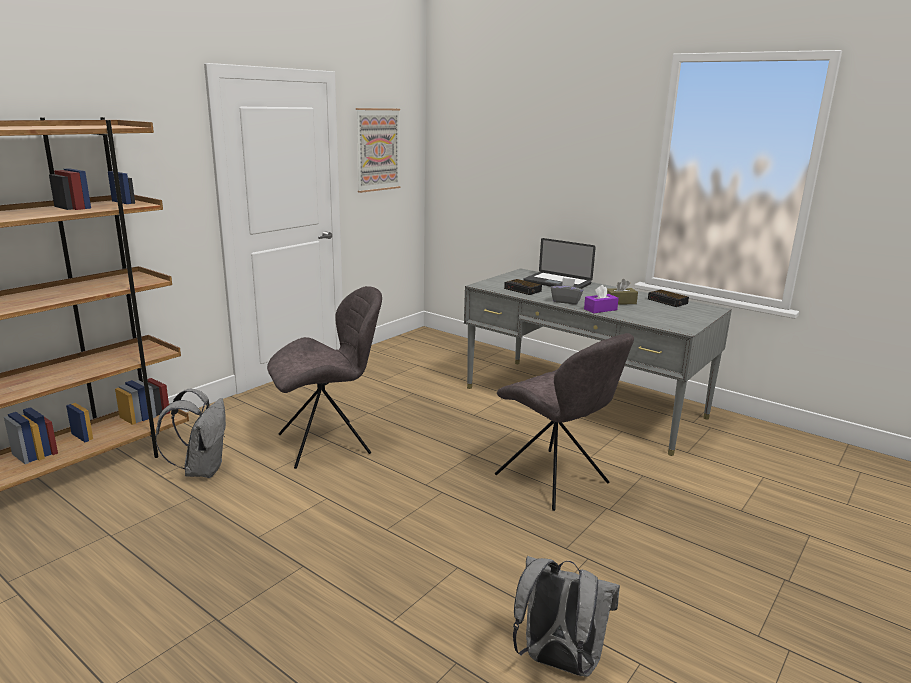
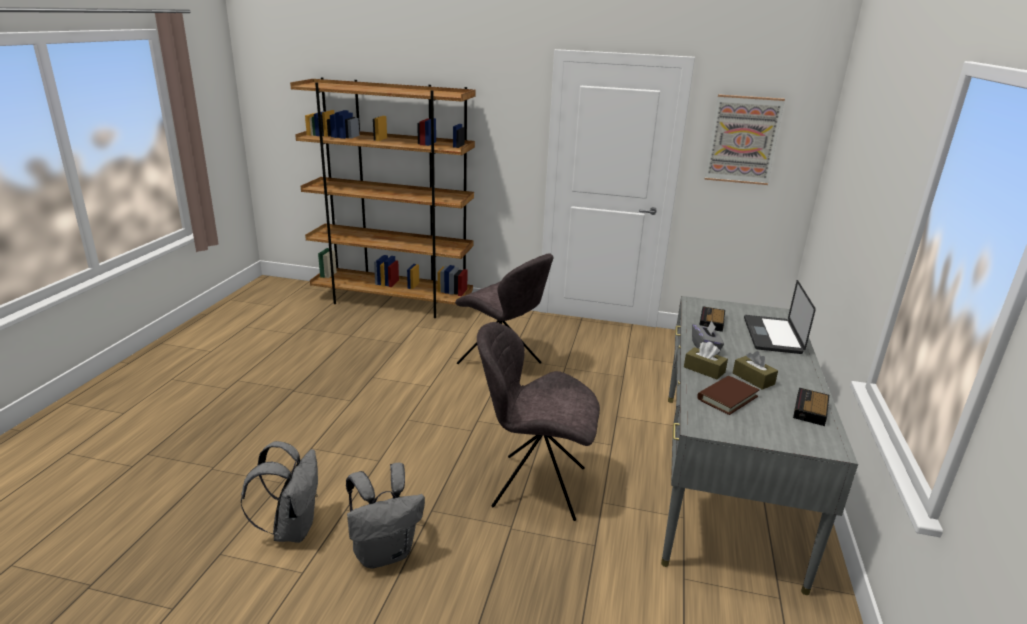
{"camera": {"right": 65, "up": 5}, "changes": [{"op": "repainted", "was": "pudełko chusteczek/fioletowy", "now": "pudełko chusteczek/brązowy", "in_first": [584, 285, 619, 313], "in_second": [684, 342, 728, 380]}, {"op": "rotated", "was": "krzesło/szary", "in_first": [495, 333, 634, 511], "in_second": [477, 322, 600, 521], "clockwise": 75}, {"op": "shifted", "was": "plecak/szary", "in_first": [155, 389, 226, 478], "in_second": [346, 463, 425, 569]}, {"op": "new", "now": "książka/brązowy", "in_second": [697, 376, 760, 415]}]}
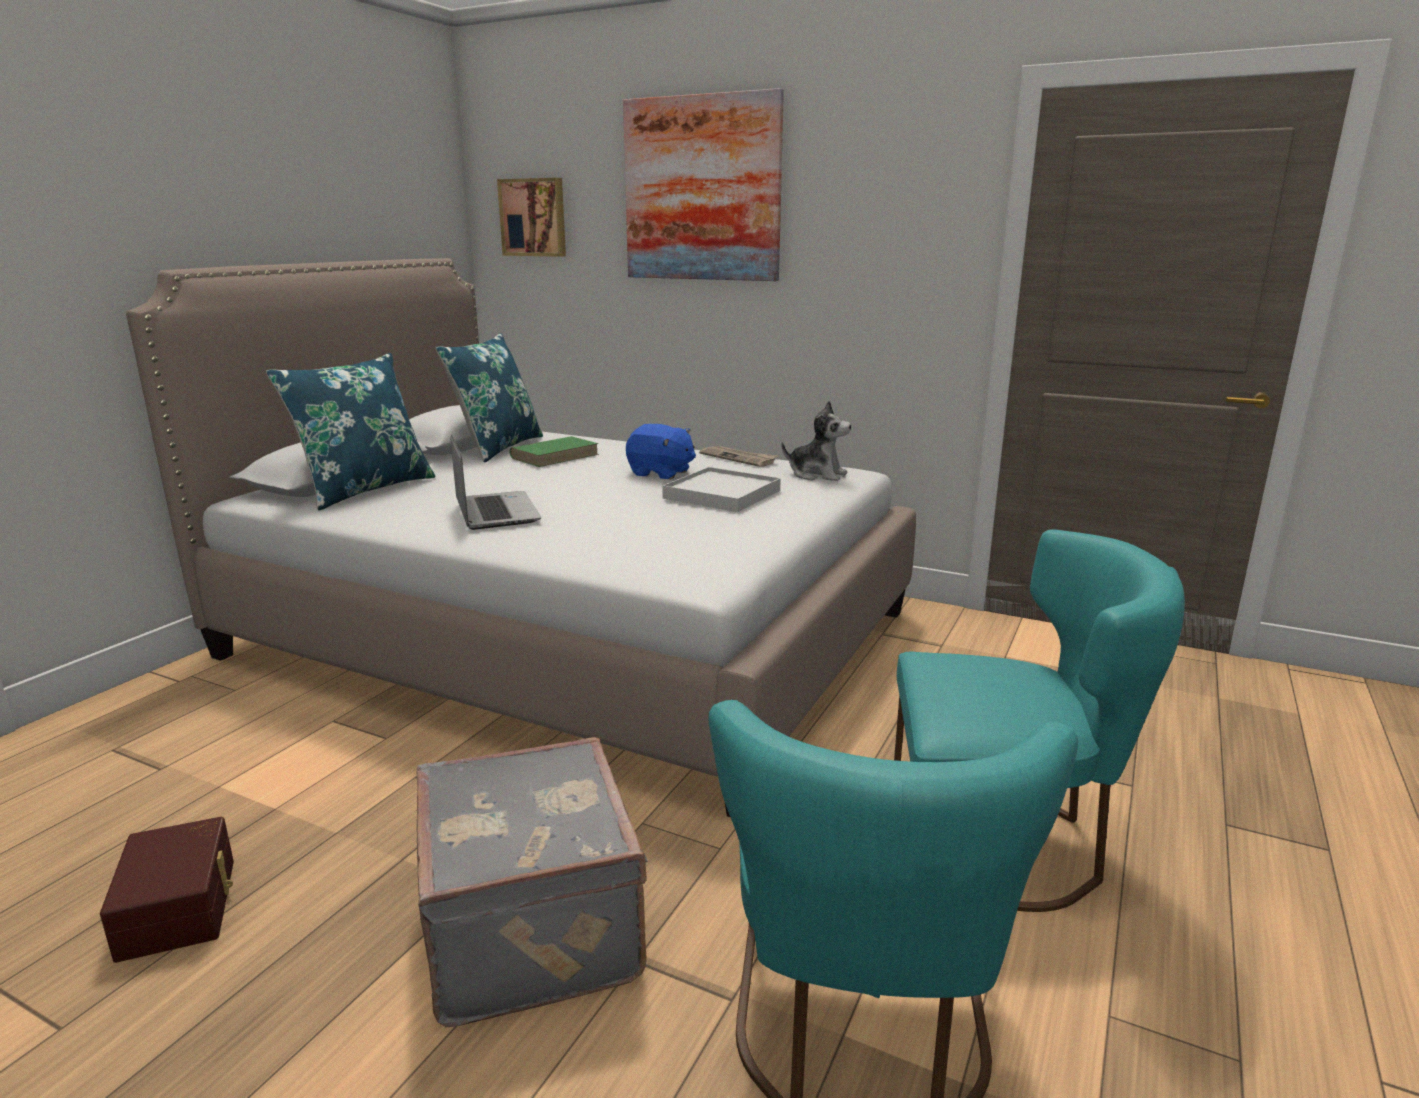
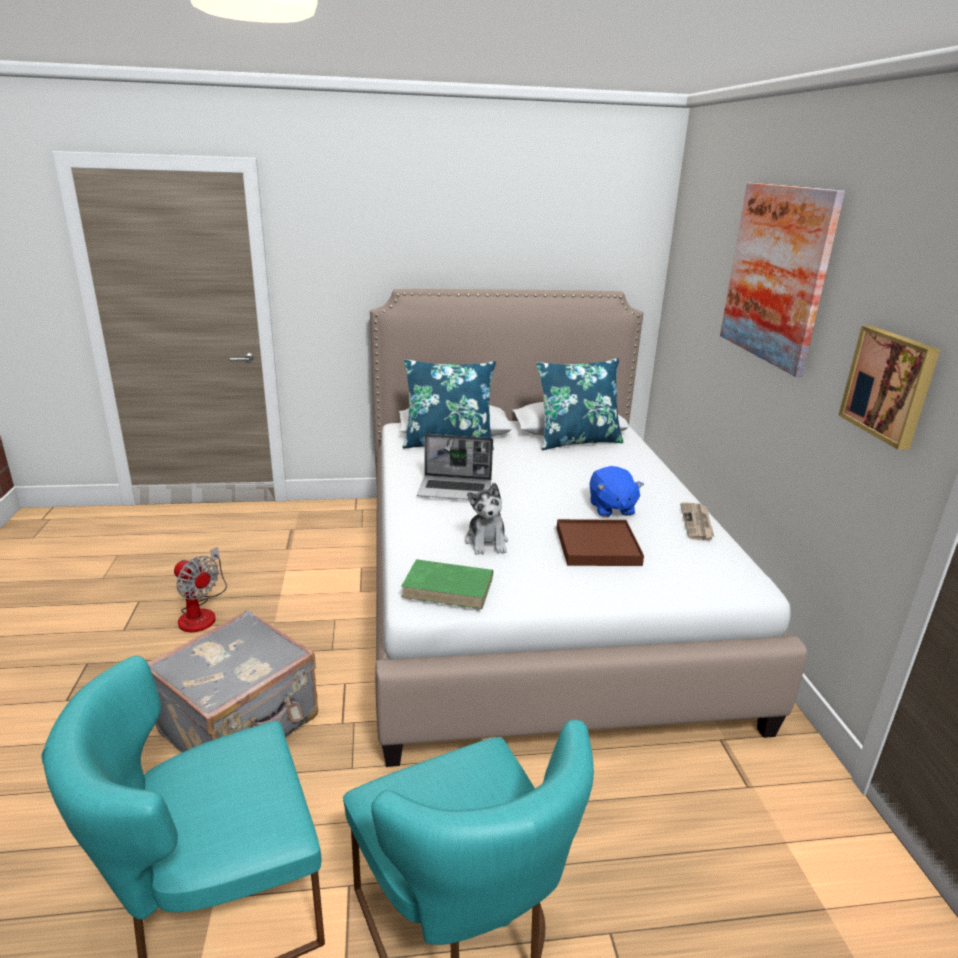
{"camera": {"right": 55, "up": 5}, "changes": [{"op": "shifted", "was": "obraz", "in_first": [497, 178, 566, 257], "in_second": [838, 326, 940, 450]}, {"op": "shifted", "was": "pluszak", "in_first": [782, 401, 851, 481], "in_second": [465, 483, 508, 555]}, {"op": "rotated", "was": "laptop", "in_first": [451, 435, 541, 530], "in_second": [417, 434, 493, 500], "clockwise": 60}, {"op": "shifted", "was": "książka/zielony", "in_first": [510, 436, 599, 467], "in_second": [401, 559, 493, 609]}, {"op": "repainted", "was": "taca/biały", "now": "taca/brązowy", "in_first": [662, 467, 781, 512], "in_second": [557, 519, 644, 566]}, {"op": "swapped", "was": "pojemnik do przechowywania/brązowy", "now": "wentylator", "in_first": [100, 817, 234, 963], "in_second": [174, 547, 227, 632]}]}
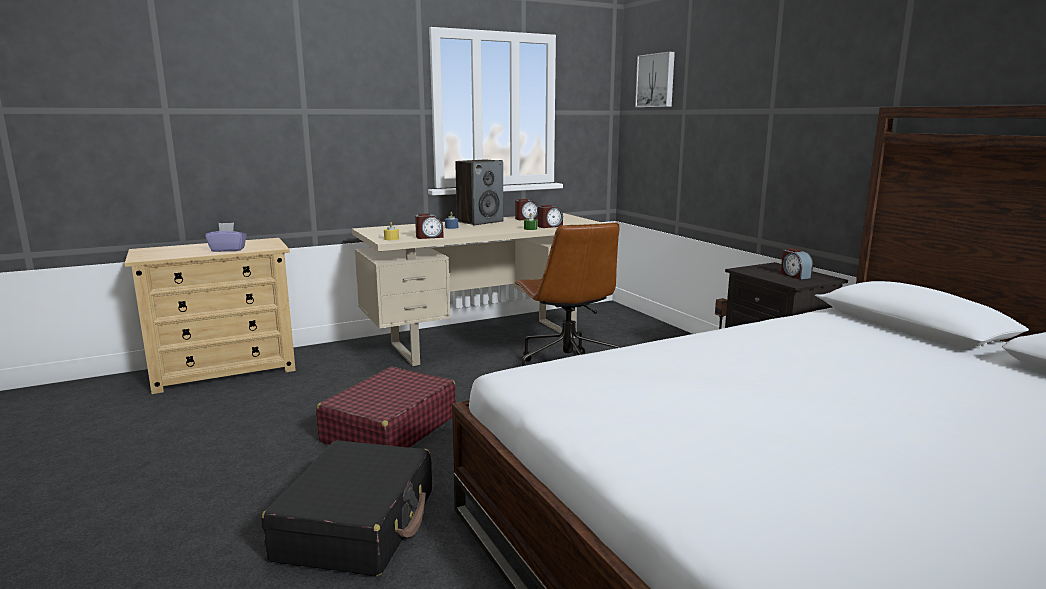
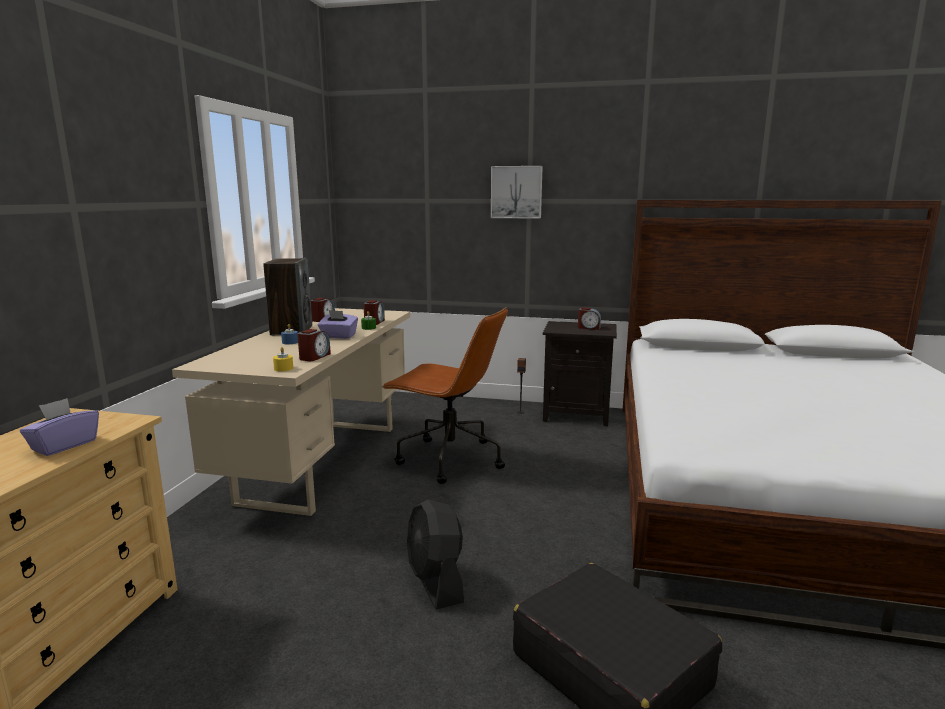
{"camera": {"right": -50, "up": 0}, "changes": [{"op": "shifted", "was": "obraz", "in_first": [635, 52, 675, 107], "in_second": [491, 166, 543, 219]}, {"op": "swapped", "was": "walizka/czerwony", "now": "wentylator/czarny", "in_first": [316, 367, 456, 448], "in_second": [407, 499, 464, 610]}, {"op": "new", "now": "pudełko chusteczek/fioletowy", "in_second": [318, 310, 358, 339]}]}
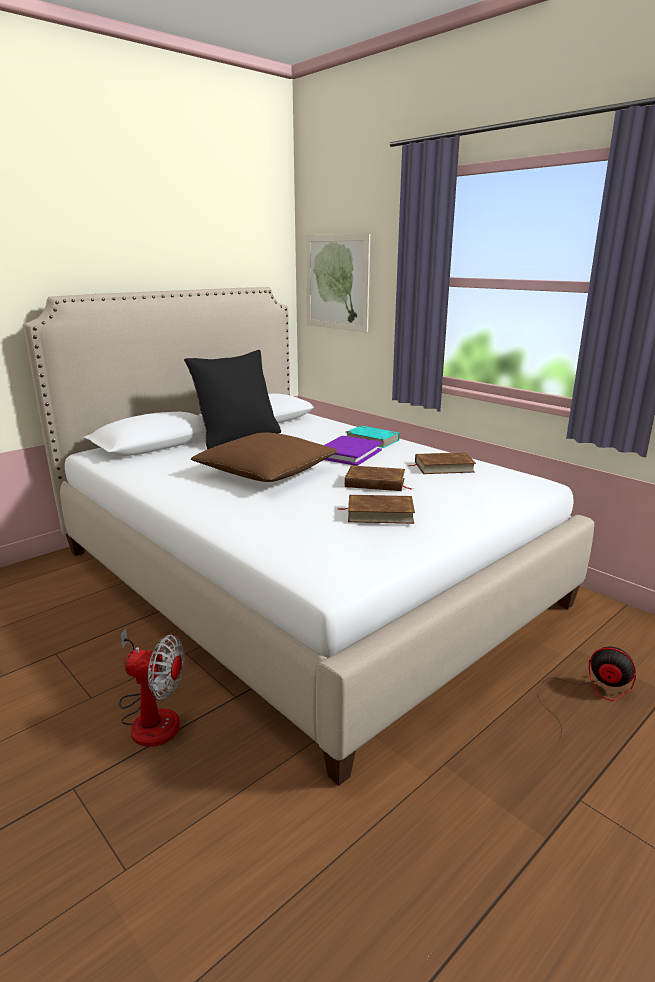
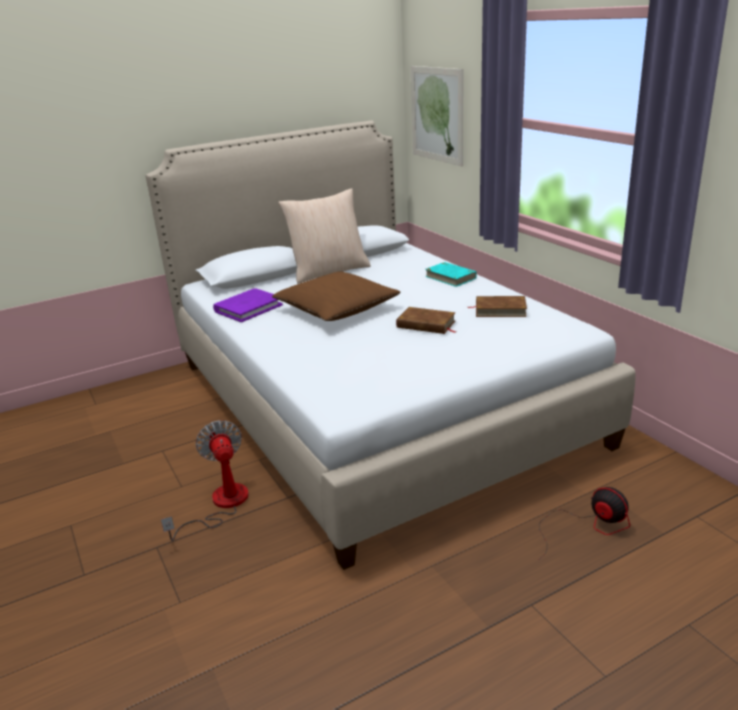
{"camera": {"right": 15, "up": 5}, "changes": [{"op": "repainted", "was": "poduszka/czarny", "now": "poduszka/beżowy", "in_first": [184, 350, 281, 449], "in_second": [278, 188, 371, 284]}, {"op": "shifted", "was": "książka/fioletowy", "in_first": [325, 436, 382, 466], "in_second": [213, 288, 283, 322]}, {"op": "gone", "was": "książka/brązowy", "in_first": [337, 495, 415, 524]}, {"op": "rotated", "was": "wentylator", "in_first": [119, 628, 184, 747], "in_second": [161, 420, 249, 541], "clockwise": -135}]}
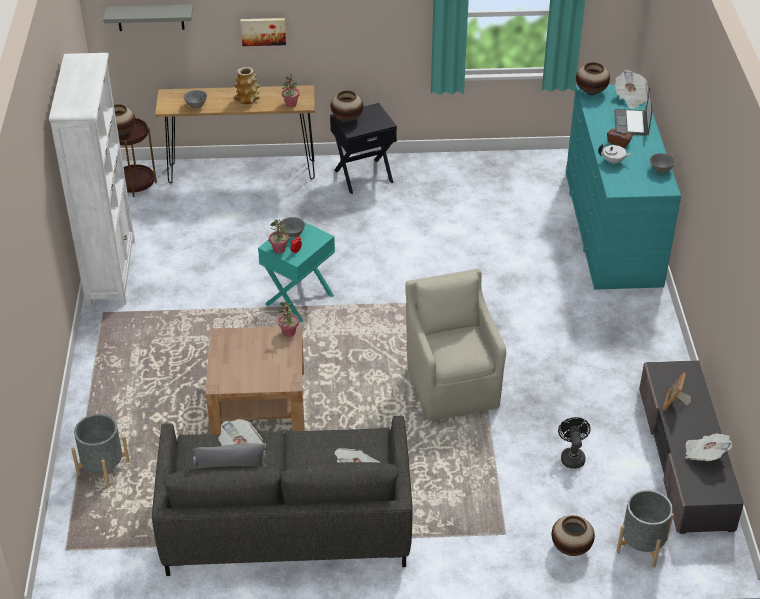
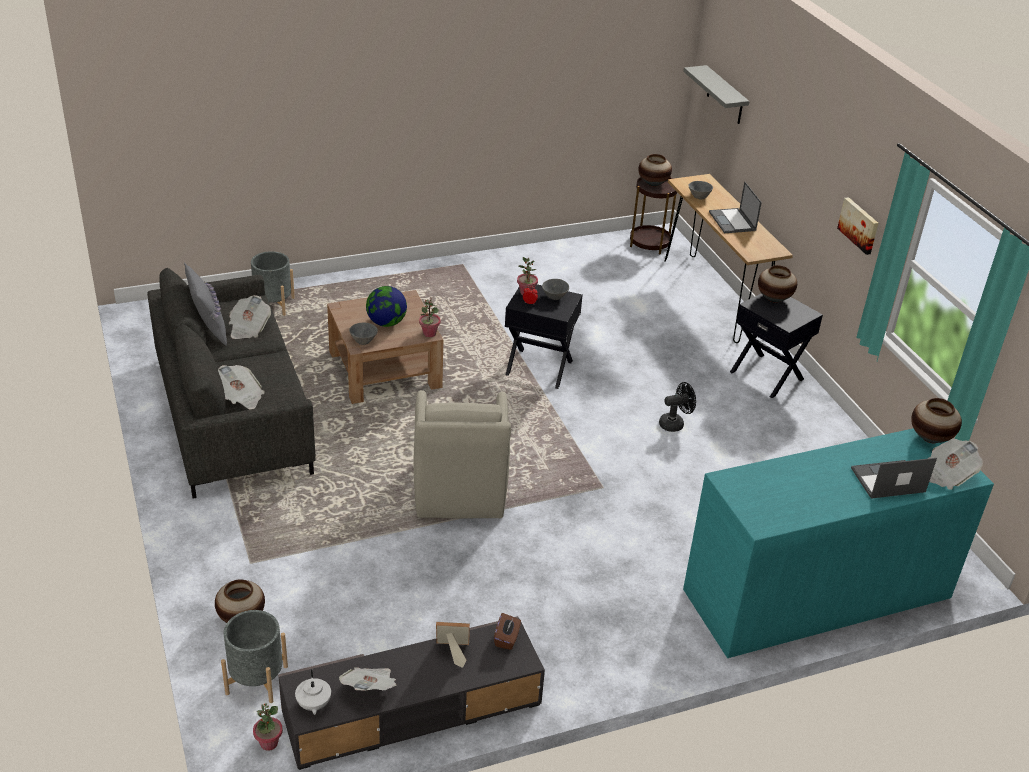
{"camera": {"right": 70, "up": -5}, "changes": [{"op": "shifted", "was": "obraz", "in_first": [241, 18, 286, 46], "in_second": [837, 197, 879, 255]}, {"op": "gone", "was": "regał/biały", "in_first": [49, 53, 135, 306]}, {"op": "swapped", "was": "wazon", "now": "laptop", "in_first": [234, 67, 260, 104], "in_second": [709, 182, 762, 233]}, {"op": "shifted", "was": "roślina doniczkowa", "in_first": [282, 74, 300, 107], "in_second": [253, 703, 283, 751]}, {"op": "shifted", "was": "pudełko chusteczek/brązowy", "in_first": [607, 126, 633, 148], "in_second": [494, 613, 521, 650]}, {"op": "shifted", "was": "imbryk/biały", "in_first": [599, 144, 633, 165], "in_second": [295, 669, 331, 715]}, {"op": "shifted", "was": "miska/szary", "in_first": [650, 153, 676, 173], "in_second": [349, 323, 378, 345]}, {"op": "repainted", "was": "stolik/turkusowy", "now": "stolik/czarny", "in_first": [258, 222, 335, 323], "in_second": [505, 284, 583, 389]}, {"op": "rotated", "was": "fotel/beżowy", "in_first": [405, 269, 506, 421], "in_second": [414, 390, 511, 518], "clockwise": 120}, {"op": "shifted", "was": "wentylator/czarny", "in_first": [558, 417, 591, 469], "in_second": [659, 382, 696, 432]}, {"op": "new", "now": "globus", "in_second": [366, 286, 407, 327]}]}
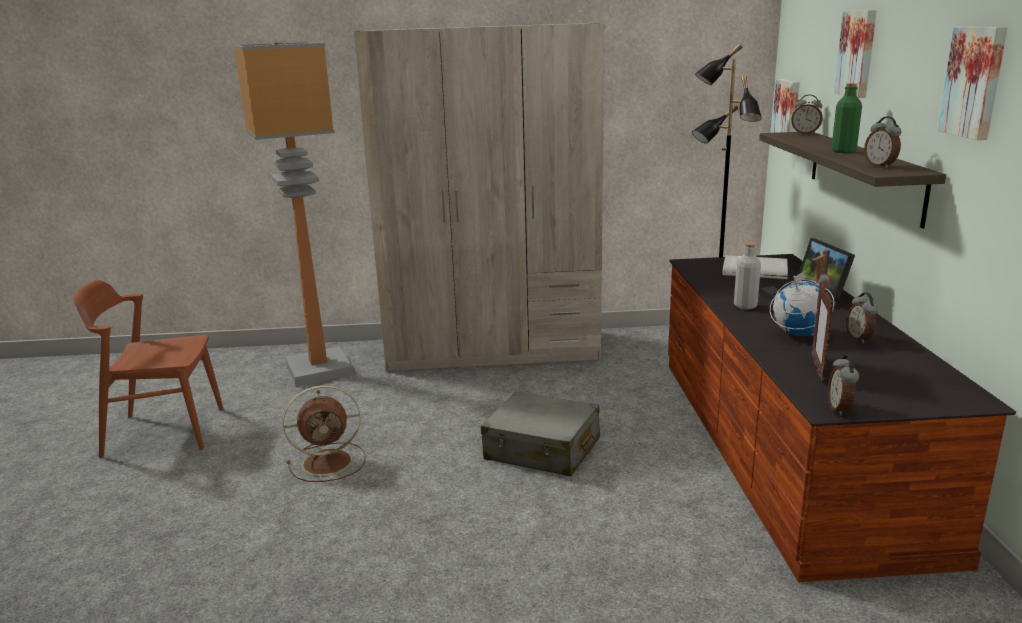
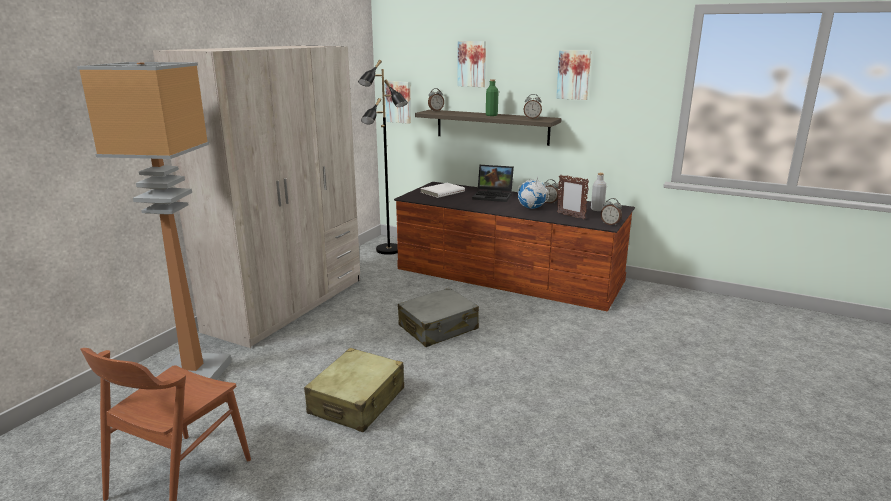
{"camera": {"right": -60, "up": 0}, "changes": [{"op": "shifted", "was": "butelka/szary", "in_first": [734, 242, 761, 309], "in_second": [591, 173, 607, 211]}, {"op": "swapped", "was": "wentylator/brązowy", "now": "walizka/beżowy", "in_first": [283, 385, 366, 482], "in_second": [304, 348, 404, 432]}]}
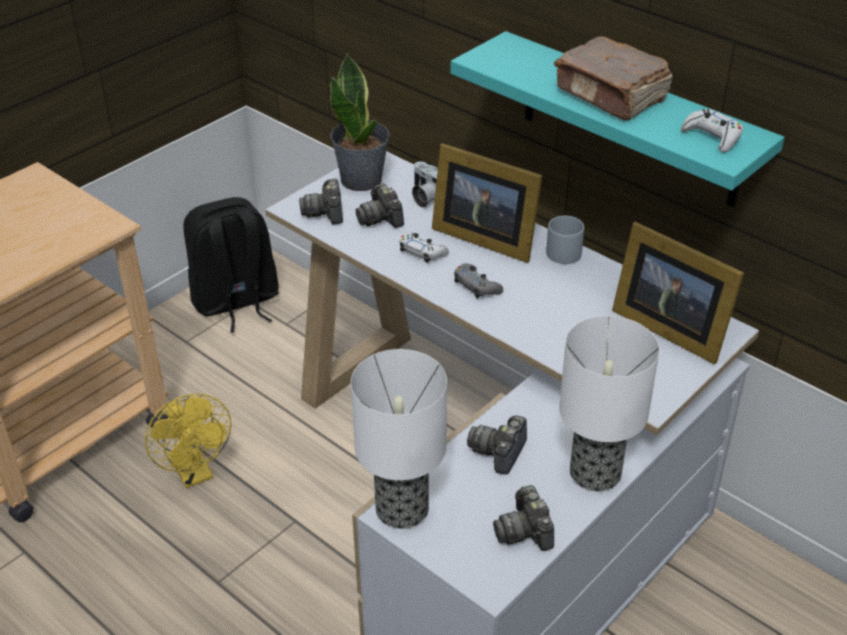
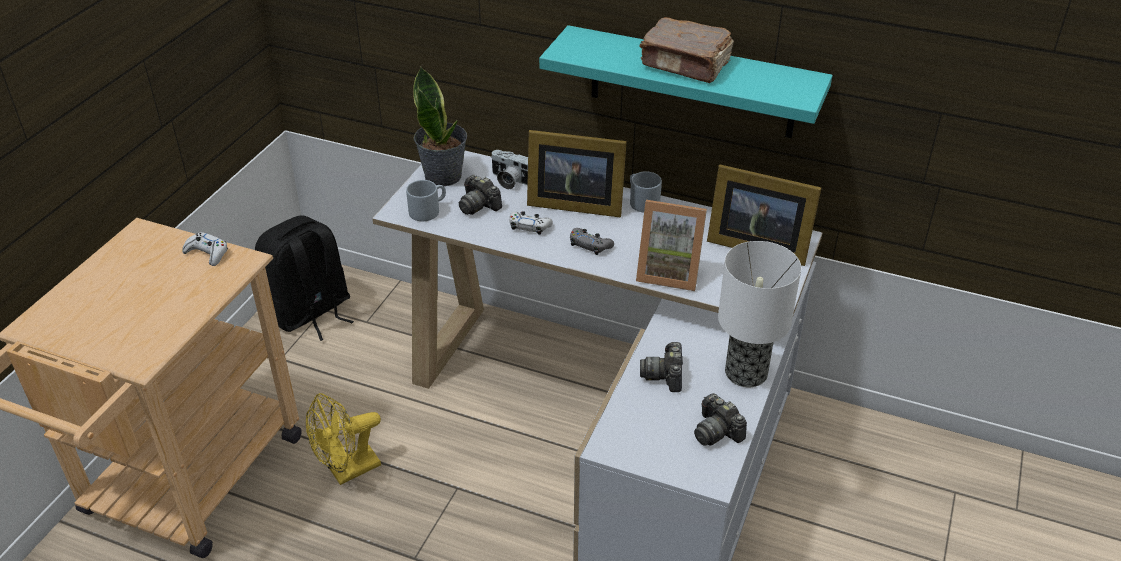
{"camera": {"right": -20, "up": 0}, "changes": [{"op": "shifted", "was": "pad do gier/biały", "in_first": [681, 109, 743, 152], "in_second": [182, 232, 228, 266]}, {"op": "swapped", "was": "aparat fotograficzny", "now": "kubek/szary", "in_first": [299, 179, 343, 224], "in_second": [406, 180, 446, 221]}, {"op": "gone", "was": "lampa stołowa", "in_first": [351, 349, 447, 529]}, {"op": "rotated", "was": "wentylator/żółty", "in_first": [145, 394, 231, 488], "in_second": [306, 393, 381, 485], "clockwise": 105}, {"op": "new", "now": "ramka na zdjęcie", "in_second": [636, 200, 707, 291]}]}
